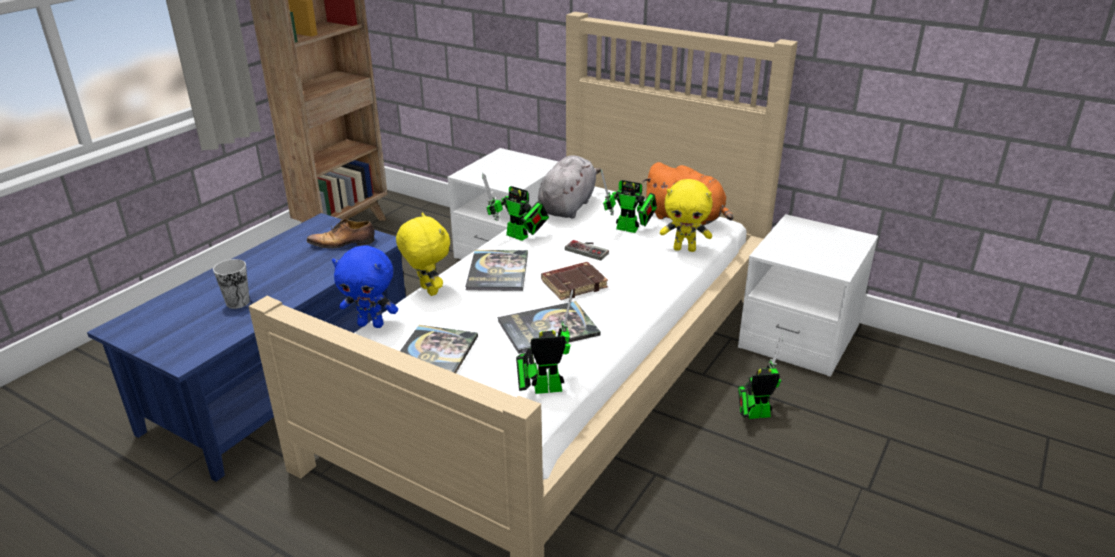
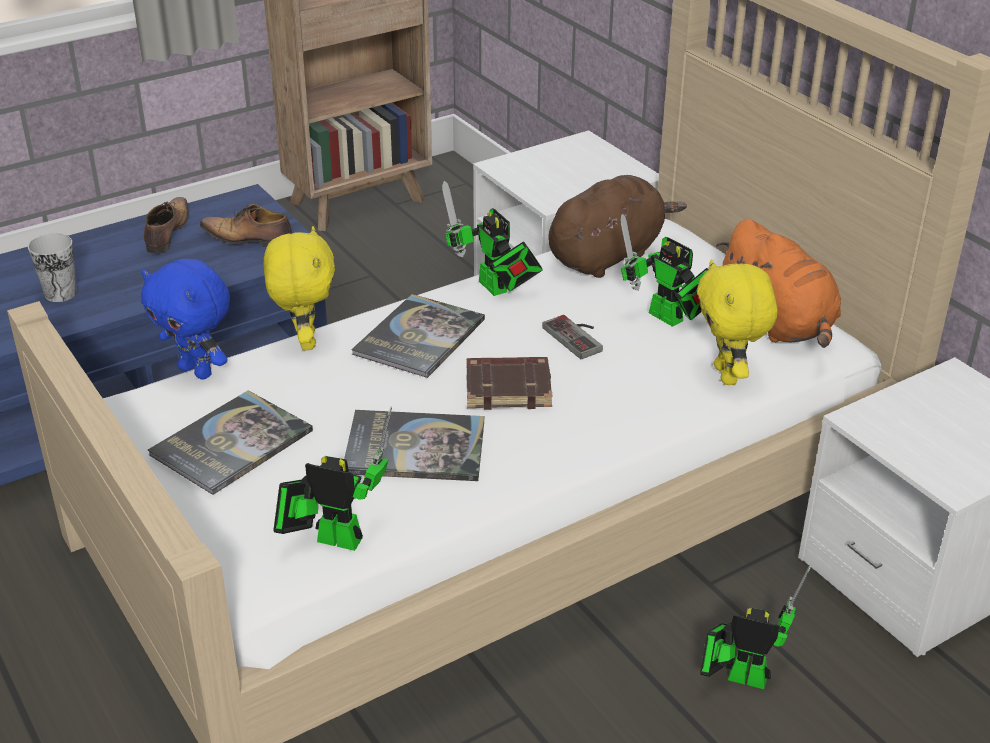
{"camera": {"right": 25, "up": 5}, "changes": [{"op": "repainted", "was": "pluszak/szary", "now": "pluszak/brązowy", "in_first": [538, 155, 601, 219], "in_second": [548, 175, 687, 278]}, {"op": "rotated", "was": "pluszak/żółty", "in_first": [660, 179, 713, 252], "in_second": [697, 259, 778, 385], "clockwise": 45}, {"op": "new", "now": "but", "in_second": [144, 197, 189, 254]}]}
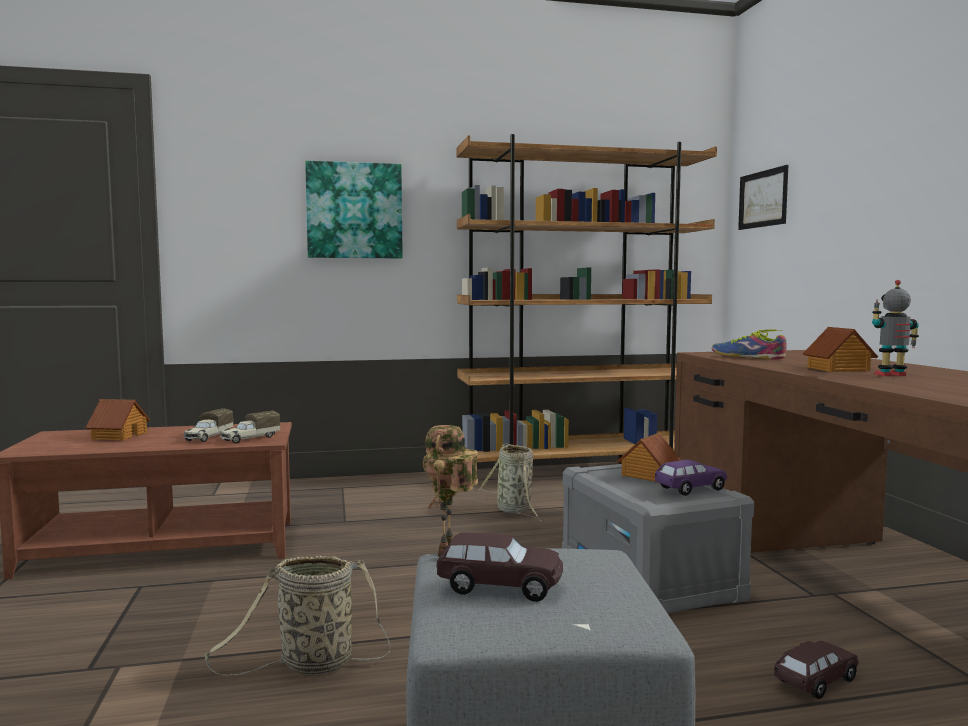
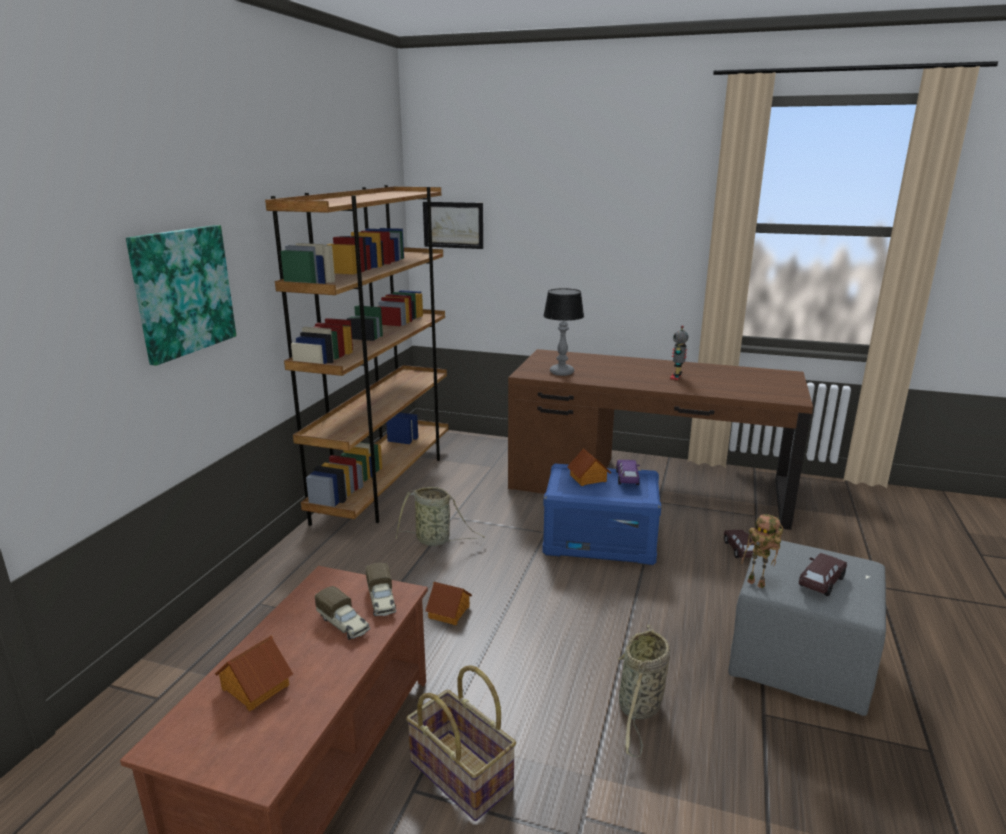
{"camera": {"right": -60, "up": 15}, "changes": [{"op": "shifted", "was": "domek", "in_first": [803, 327, 878, 372], "in_second": [425, 582, 472, 625]}, {"op": "swapped", "was": "but", "now": "lampa stołowa", "in_first": [712, 329, 787, 359], "in_second": [543, 288, 584, 376]}, {"op": "repainted", "was": "pojemnik do przechowywania/szary", "now": "pojemnik do przechowywania/niebieski", "in_first": [562, 464, 754, 613], "in_second": [542, 464, 661, 565]}, {"op": "new", "now": "koszyk", "in_second": [406, 665, 516, 821]}]}
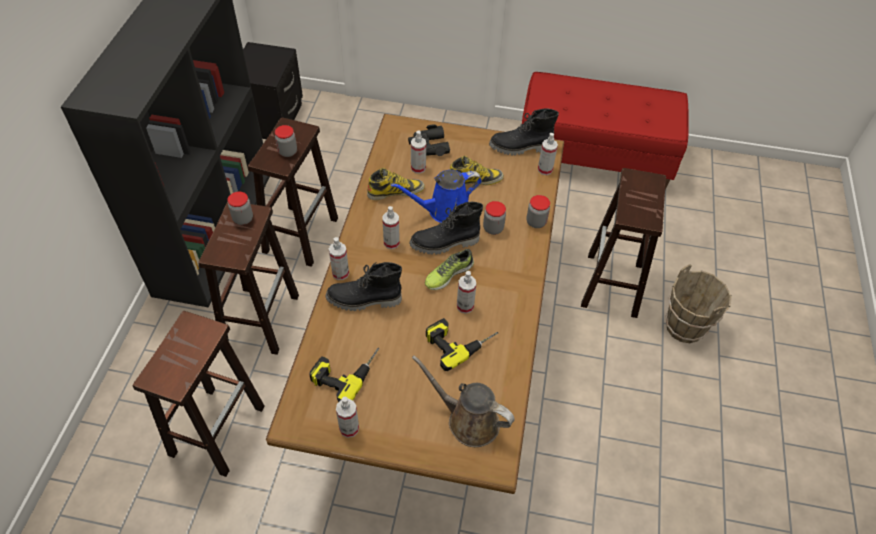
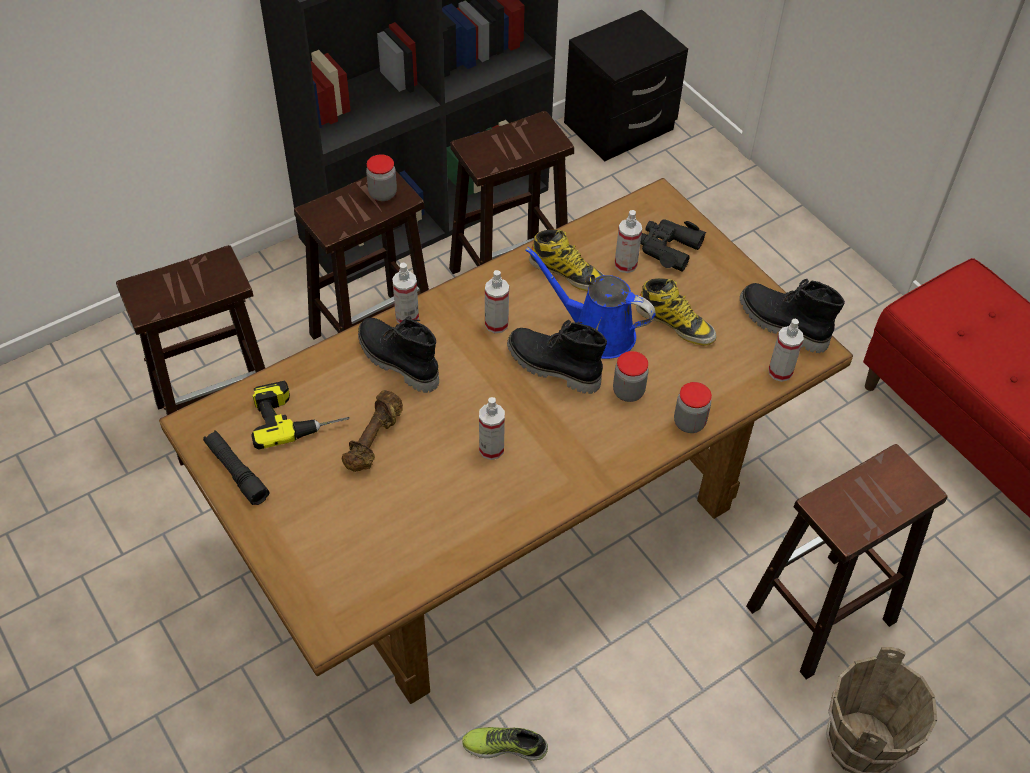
{"camera": {"right": 45, "up": 0}, "changes": [{"op": "gone", "was": "słoik", "in_first": [275, 125, 297, 157]}, {"op": "shifted", "was": "but", "in_first": [425, 249, 474, 290], "in_second": [462, 727, 548, 761]}, {"op": "gone", "was": "wiertarka", "in_first": [426, 318, 498, 371]}, {"op": "gone", "was": "konewka/brązowy", "in_first": [412, 355, 515, 447]}, {"op": "swapped", "was": "spryskiwacz", "now": "latarka/czarny", "in_first": [336, 396, 359, 438], "in_second": [203, 430, 269, 505]}, {"op": "new", "now": "hantel/brązowy", "in_second": [342, 390, 403, 472]}]}
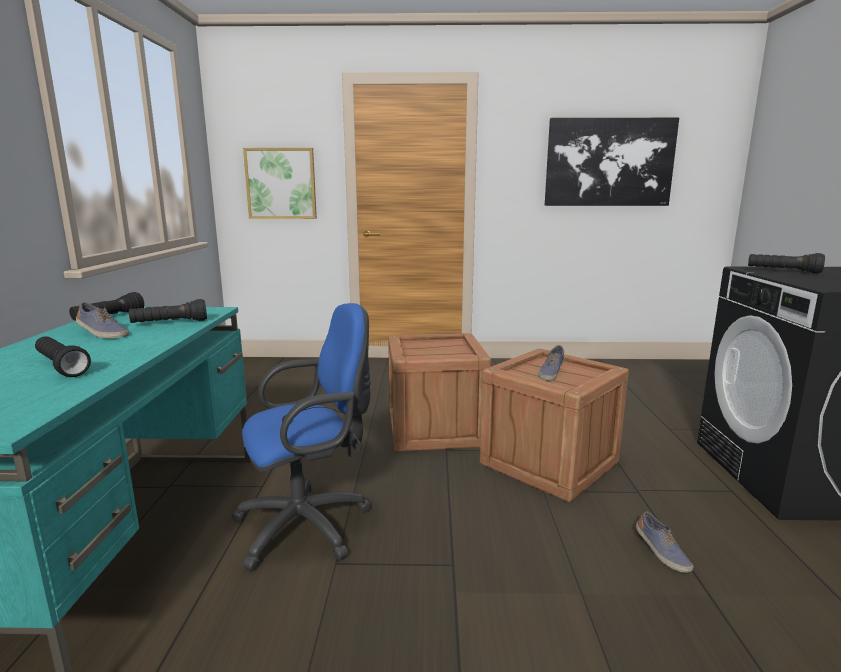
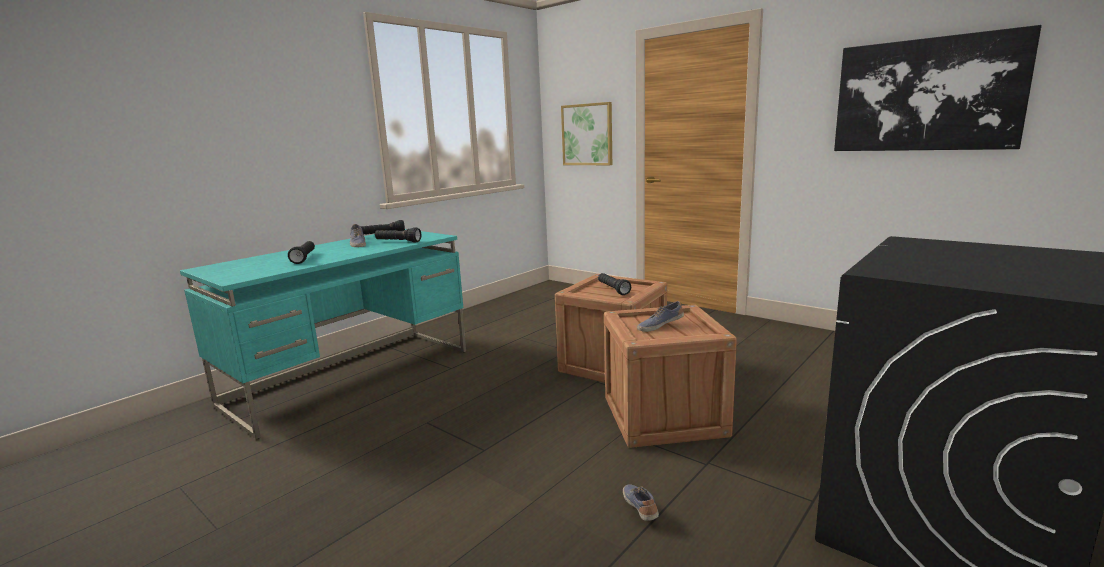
{"camera": {"right": 40, "up": 0}, "changes": [{"op": "shifted", "was": "latarka/czarny", "in_first": [748, 253, 825, 274], "in_second": [598, 273, 631, 295]}, {"op": "gone", "was": "krzesło biurowe/niebieski", "in_first": [231, 303, 371, 571]}, {"op": "rotated", "was": "but", "in_first": [636, 511, 693, 573], "in_second": [623, 484, 659, 521], "clockwise": 150}]}
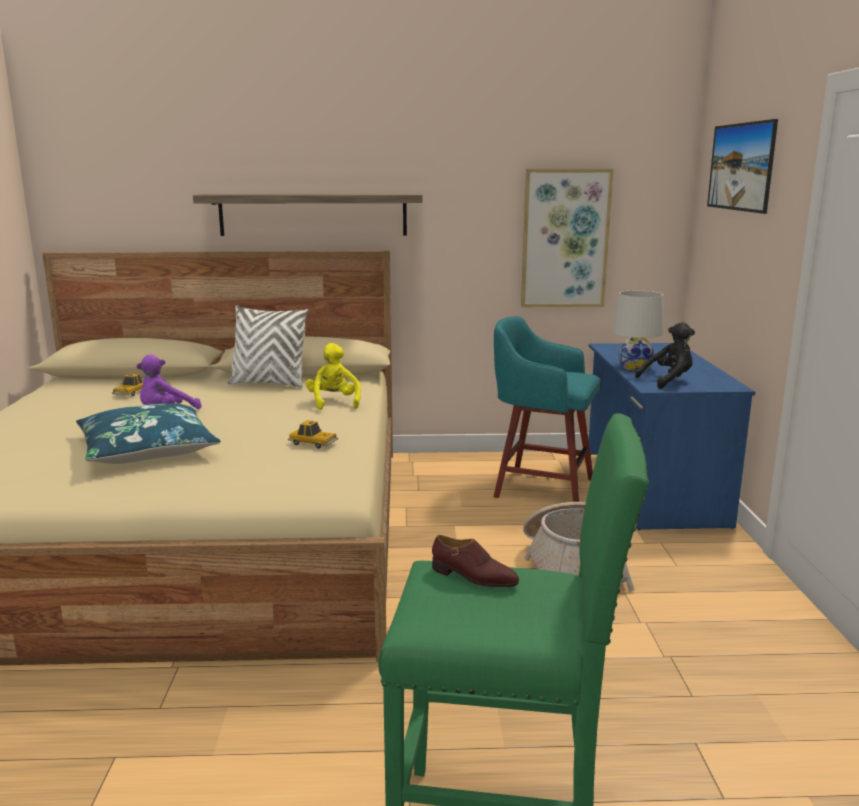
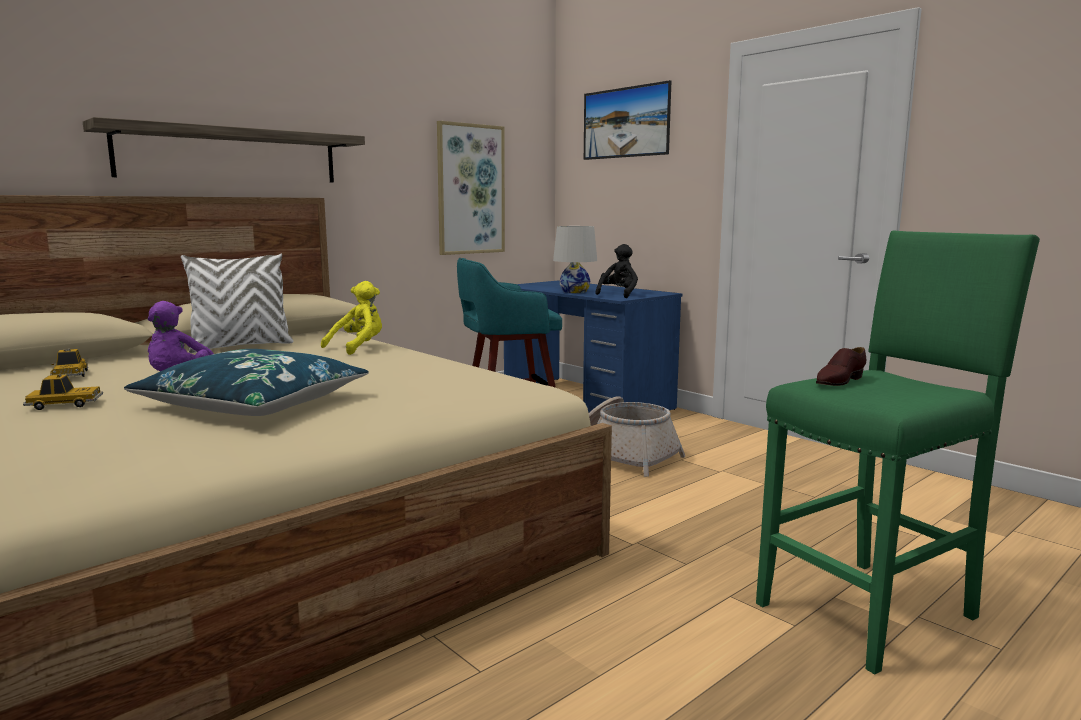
{"camera": {"right": -40, "up": -5}, "changes": [{"op": "rotated", "was": "pluszak/żółty", "in_first": [306, 343, 361, 410], "in_second": [321, 281, 382, 355], "clockwise": 90}, {"op": "shifted", "was": "samochodzik", "in_first": [288, 420, 338, 449], "in_second": [23, 373, 103, 410]}, {"op": "rotated", "was": "but/brązowy", "in_first": [432, 535, 519, 587], "in_second": [816, 347, 866, 386], "clockwise": 150}]}
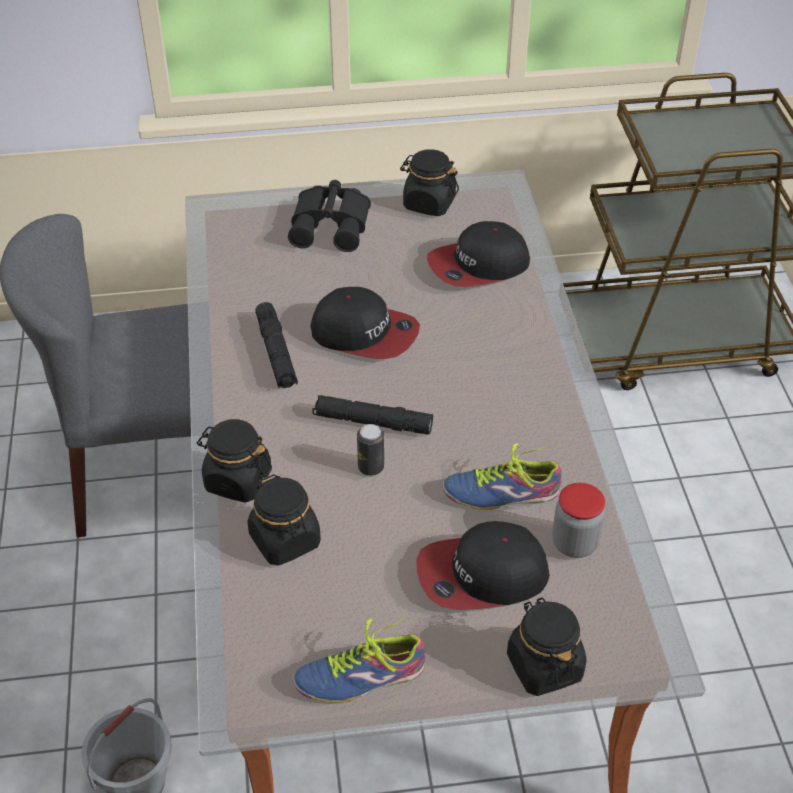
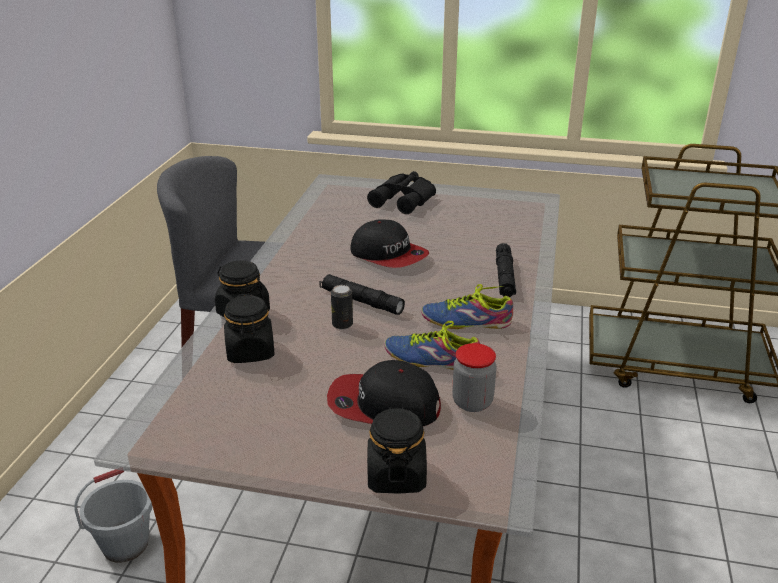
{"camera": {"right": 20, "up": -15}, "changes": [{"op": "gone", "was": "słoik/czarny", "in_first": [400, 149, 459, 216]}, {"op": "gone", "was": "czapka z daszkiem", "in_first": [427, 221, 530, 287]}, {"op": "shifted", "was": "latarka/czarny", "in_first": [255, 302, 298, 388], "in_second": [496, 243, 516, 297]}, {"op": "shifted", "was": "but", "in_first": [293, 618, 426, 703], "in_second": [421, 284, 513, 329]}]}
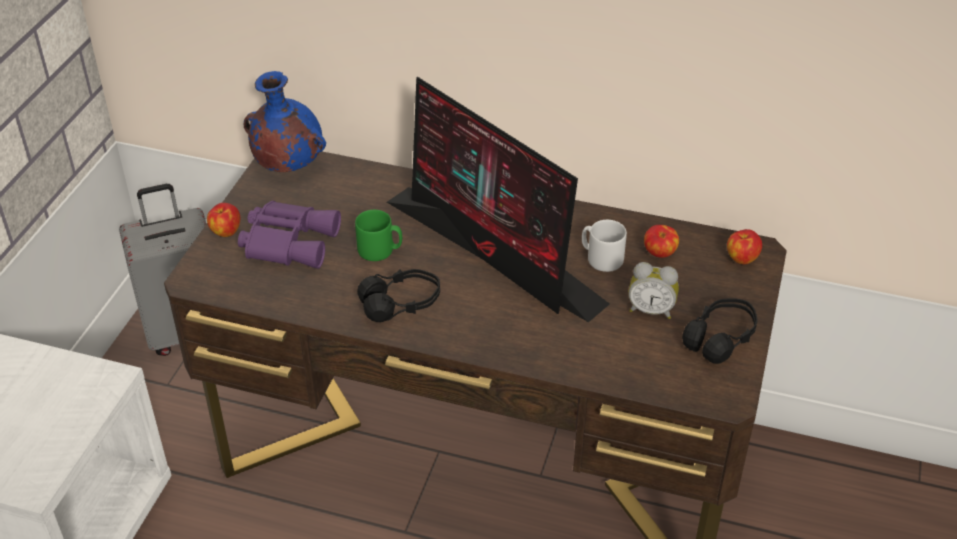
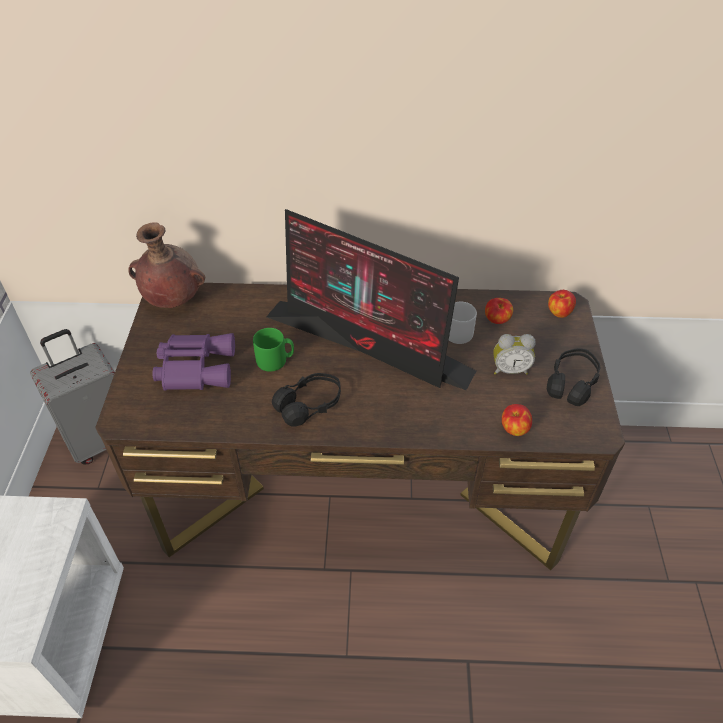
{"camera": {"right": -15, "up": 5}, "changes": [{"op": "repainted", "was": "wazon/niebieski", "now": "wazon/brązowy", "in_first": [244, 71, 326, 172], "in_second": [128, 223, 205, 308]}, {"op": "shifted", "was": "jabłko", "in_first": [207, 203, 240, 237], "in_second": [502, 404, 532, 436]}]}
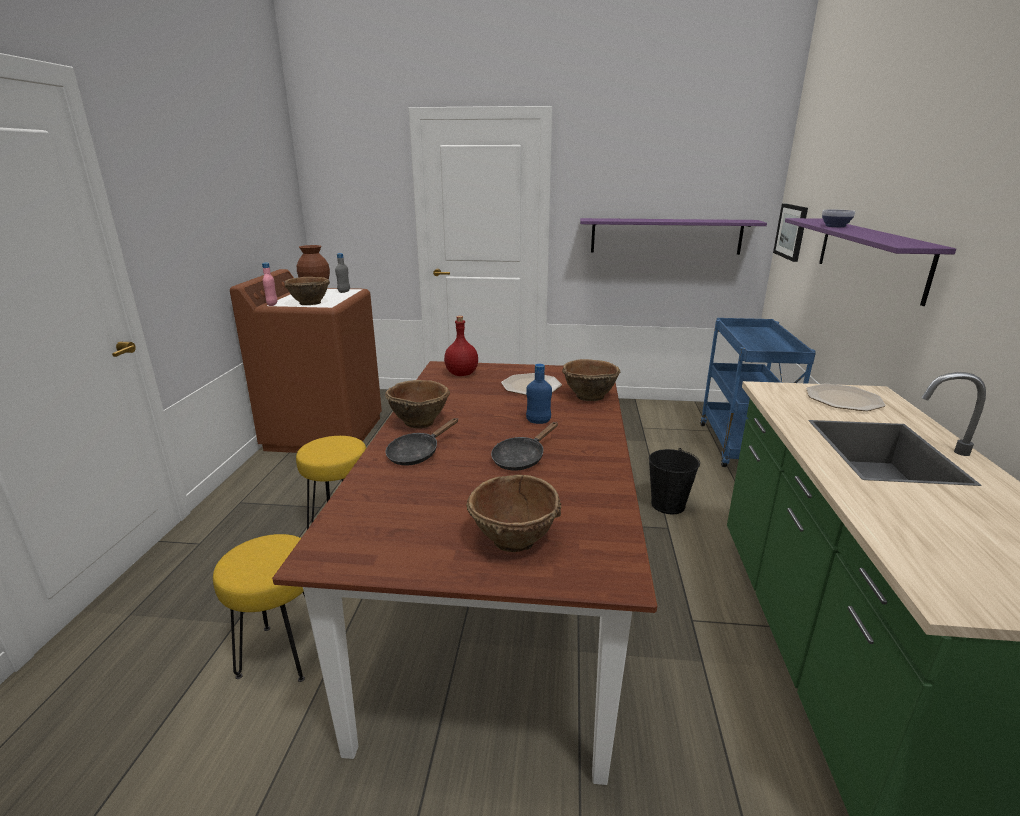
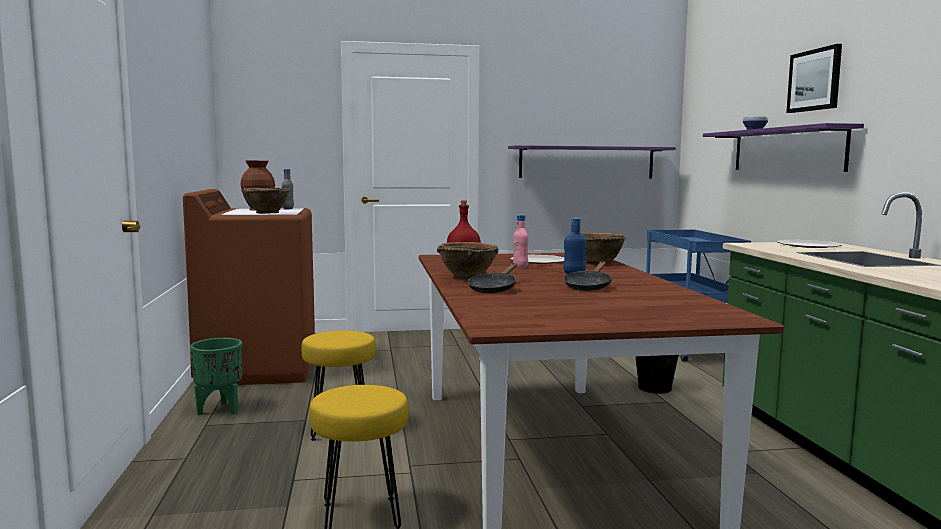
{"camera": {"right": -15, "up": -15}, "changes": [{"op": "shifted", "was": "obraz", "in_first": [773, 204, 808, 262], "in_second": [786, 44, 842, 113]}, {"op": "shifted", "was": "butelka/różowy", "in_first": [262, 262, 278, 306], "in_second": [513, 215, 529, 269]}, {"op": "gone", "was": "miska/brązowy", "in_first": [466, 475, 562, 552]}, {"op": "new", "now": "donica/zielony", "in_second": [190, 338, 242, 415]}]}
